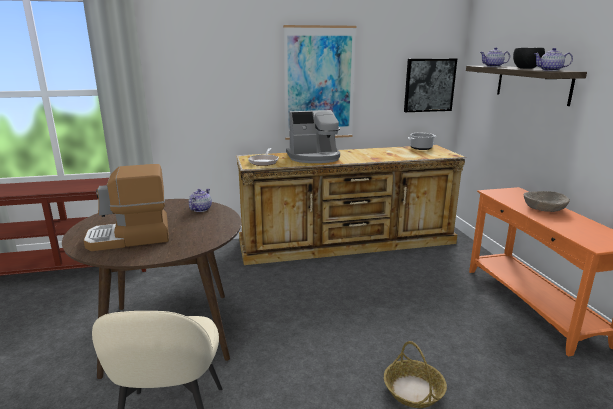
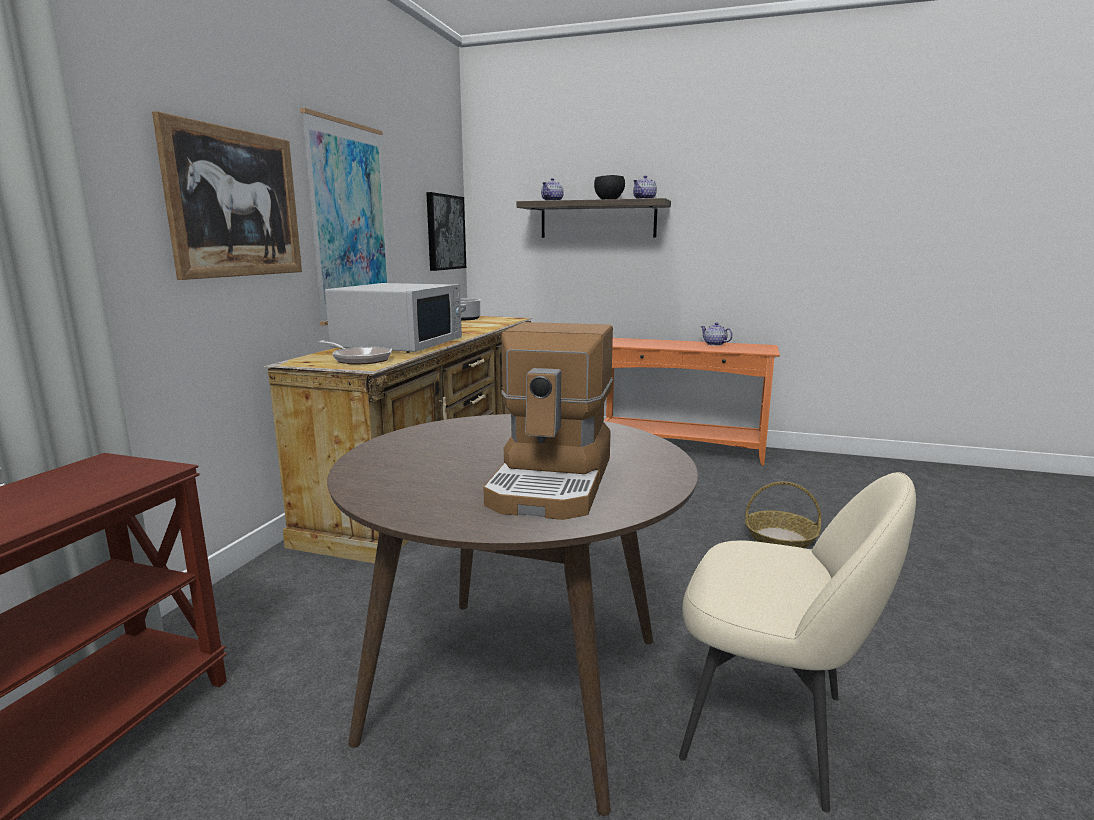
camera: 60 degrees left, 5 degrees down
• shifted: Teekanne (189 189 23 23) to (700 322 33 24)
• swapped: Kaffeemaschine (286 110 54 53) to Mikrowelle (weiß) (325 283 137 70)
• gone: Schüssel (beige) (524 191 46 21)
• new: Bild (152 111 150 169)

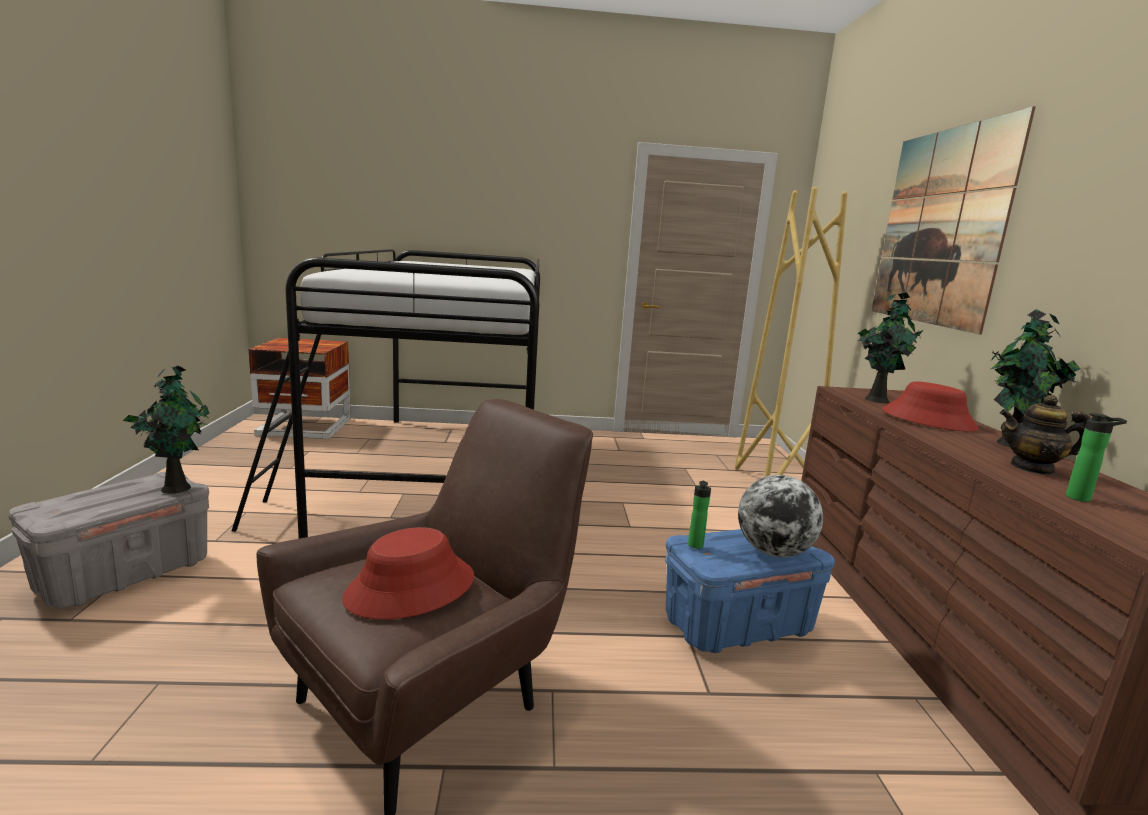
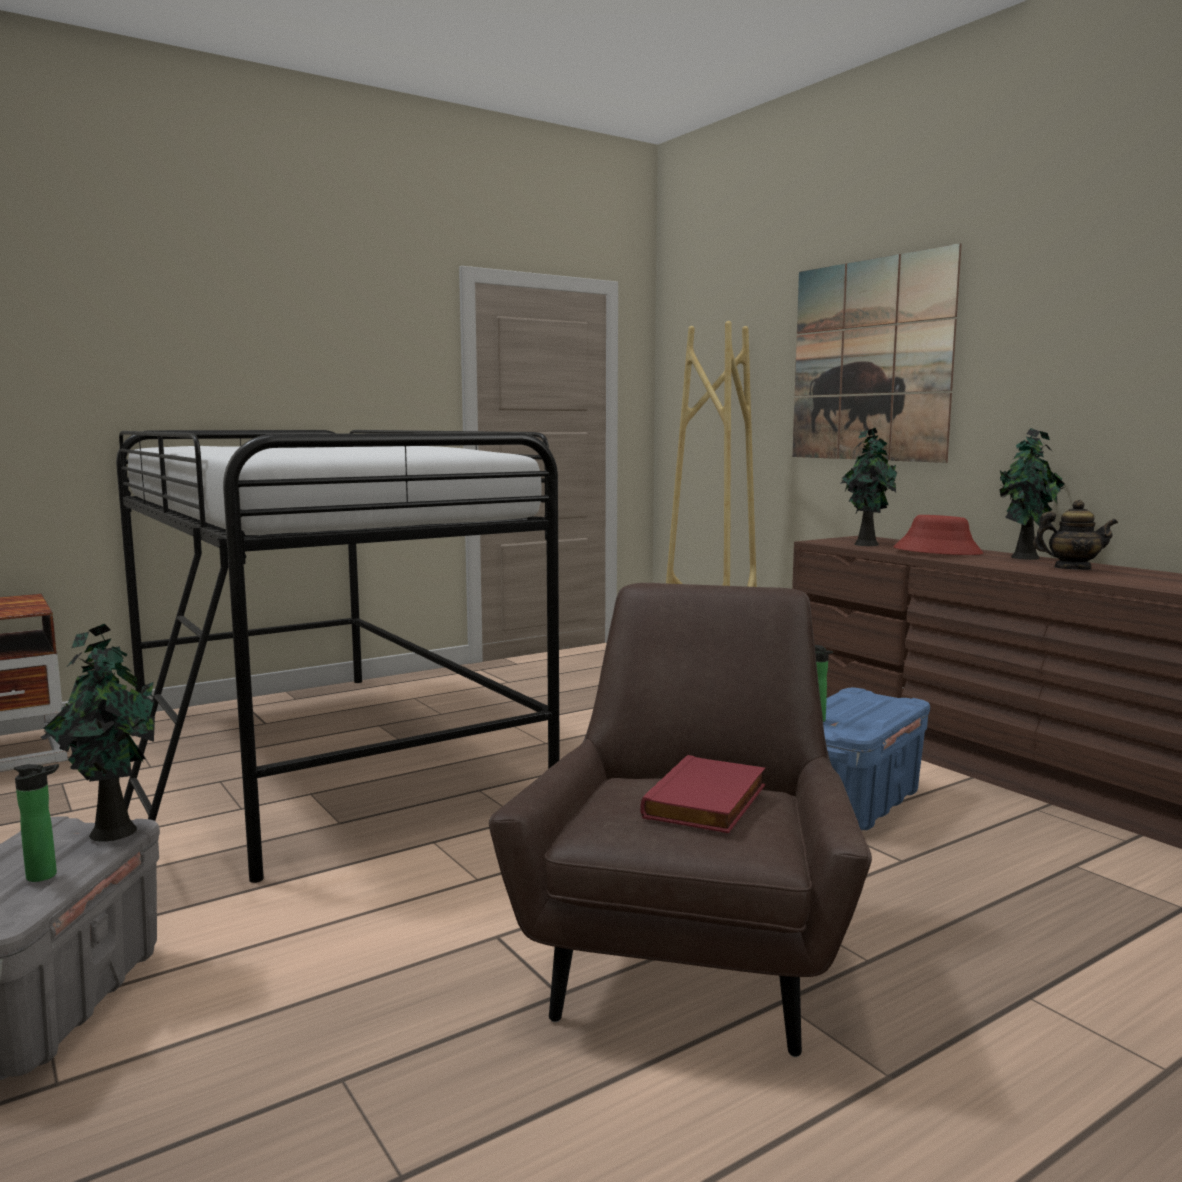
camera: 30 degrees left, 5 degrees down
• swapped: Hut (rot) (342 527 132 92) to Buch (rot) (640 755 125 78)
• gone: Globus (738 475 85 82)
• rotated: Teekanne (999 395 92 80) = (1033 500 85 70) 150 degrees counterclockwise
• shifted: Flasche (1066 413 61 89) to (14 764 45 118)

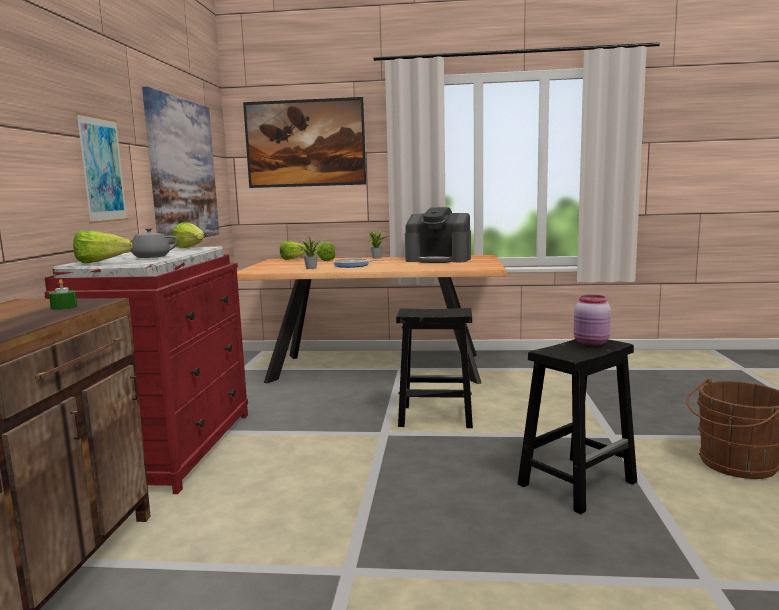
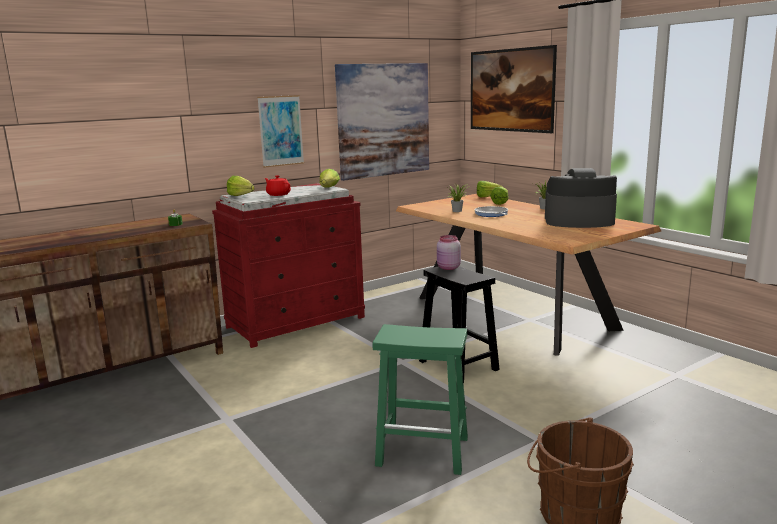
camera: 50 degrees right, 5 degrees up
• repainted: Teekanne (grau) (117 228 62 30) to Teekanne (rot) (265 175 26 21)
• rotated: Kaffeemaschine (405 207 66 56) = (545 168 72 60) 120 degrees clockwise
• repainted: Hocker (schwarz) (517 339 120 175) to Hocker (grün) (373 324 95 151)
• shifted: Vorratsglas (rosa) (573 295 38 51) to (437 235 24 35)

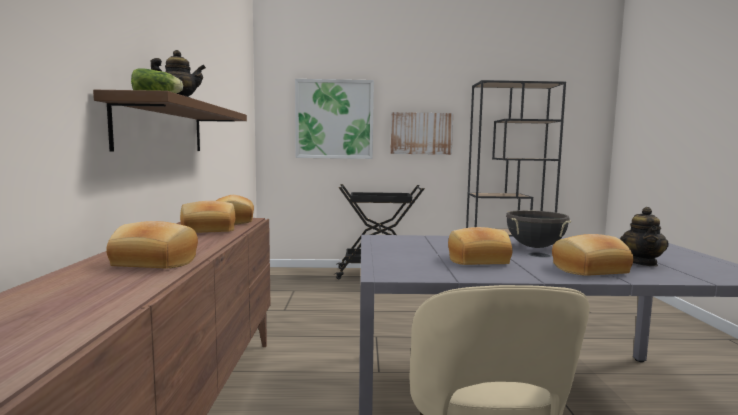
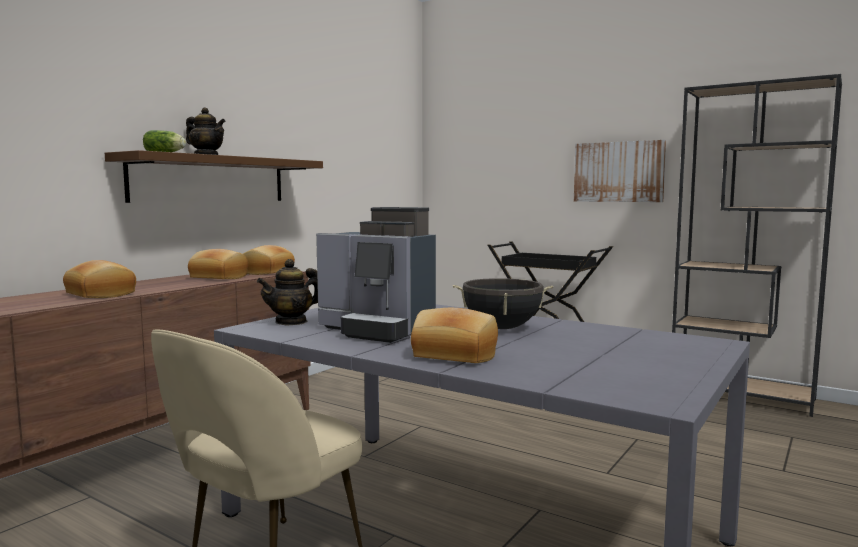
camera: 35 degrees right, 0 degrees up
• gone: Bild (295 79 79 80)
• swapped: Brot (448 227 64 38) to Kaffeemaschine (316 207 120 136)
• shifted: Teekanne (620 207 49 59) to (257 259 61 67)

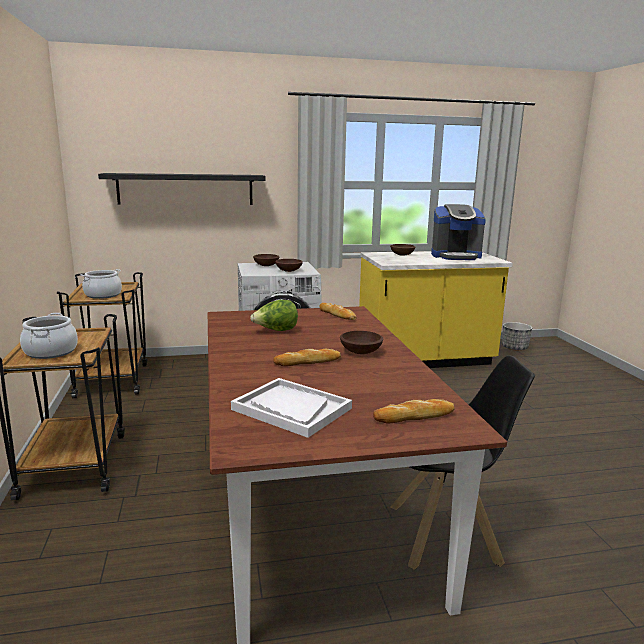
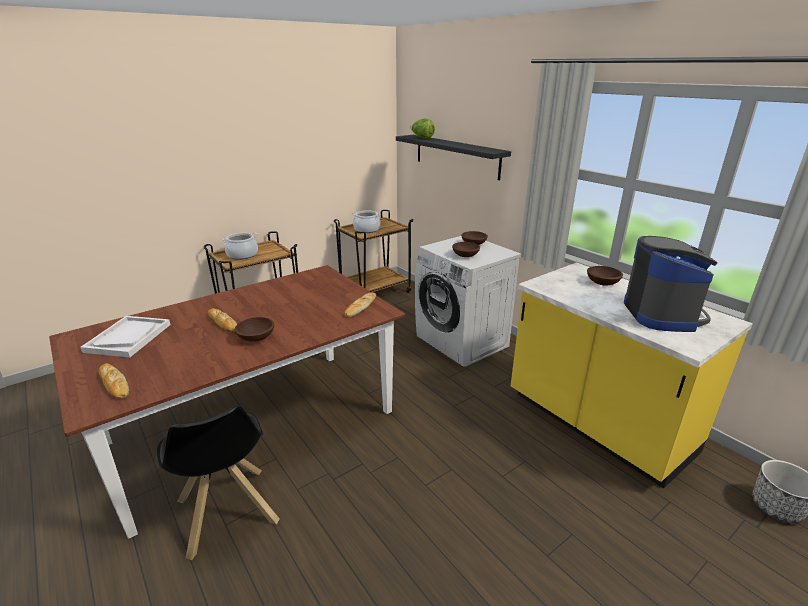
camera: 65 degrees right, 10 degrees up
• shifted: Salatkopf (250 300 48 31) to (410 119 25 20)
• rotated: Kaffeemaschine (431 204 55 56) = (624 236 93 96) 150 degrees counterclockwise

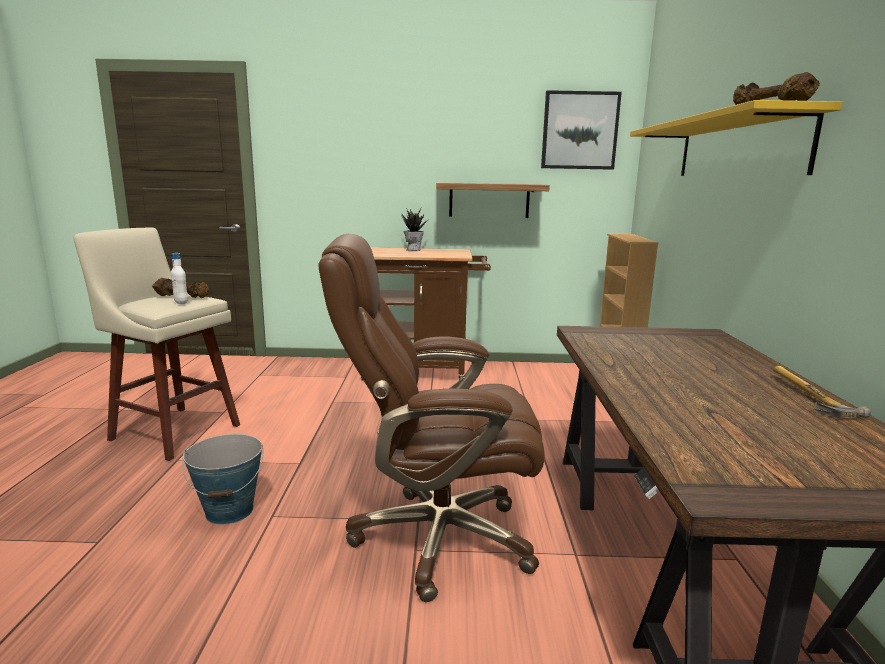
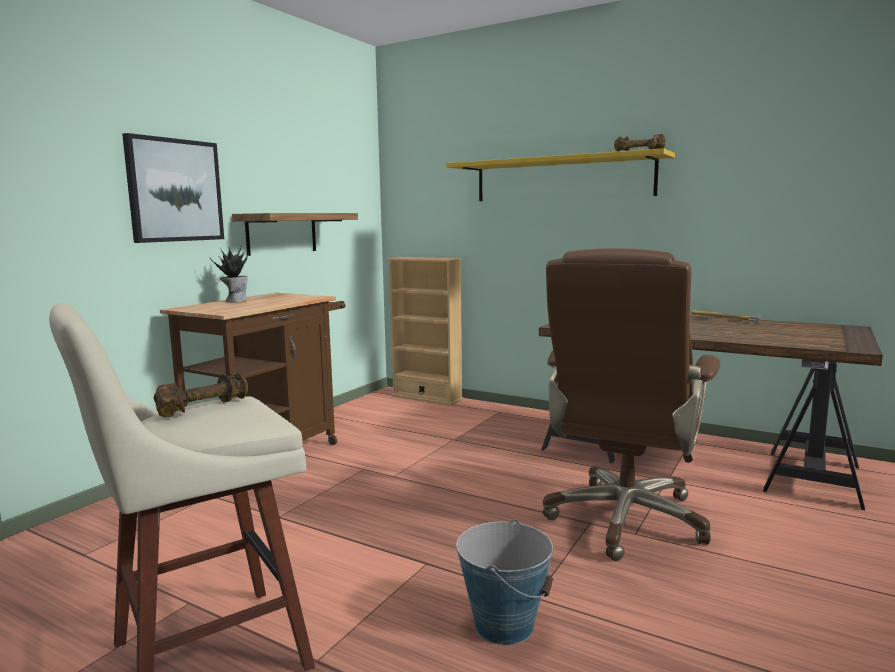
camera: 60 degrees left, 5 degrees down
• gone: Flasche (weiß) (171 253 17 51)
• shifted: Bild (541 90 81 80) to (122 133 102 110)

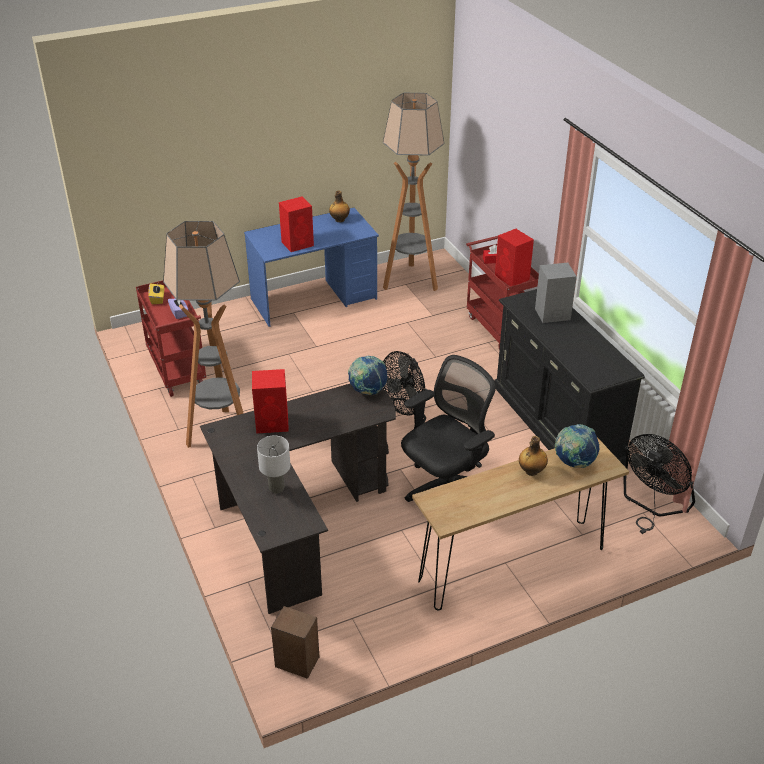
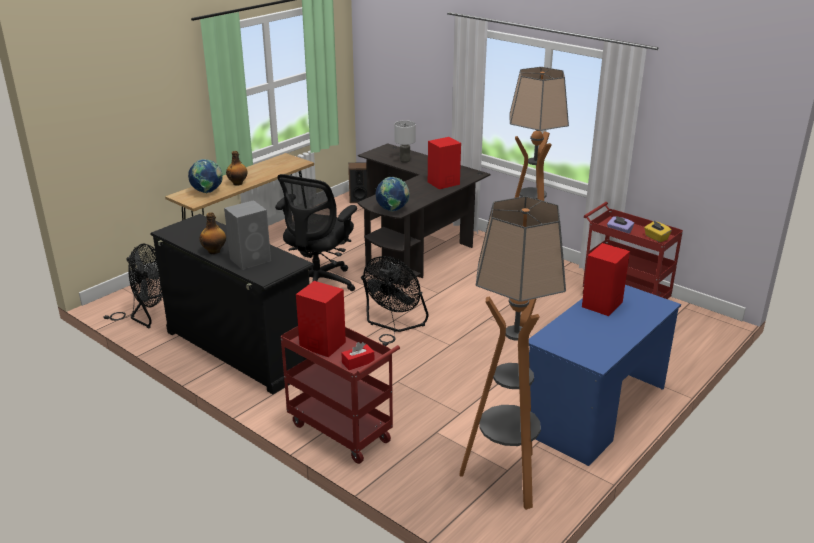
camera: 155 degrees right, 10 degrees down
• shifted: Flasche (329 190 21 32) to (199 212 27 42)
• rotated: Ventilator (schwarz) (623 434 72 100) = (104 244 59 85) 105 degrees counterclockwise

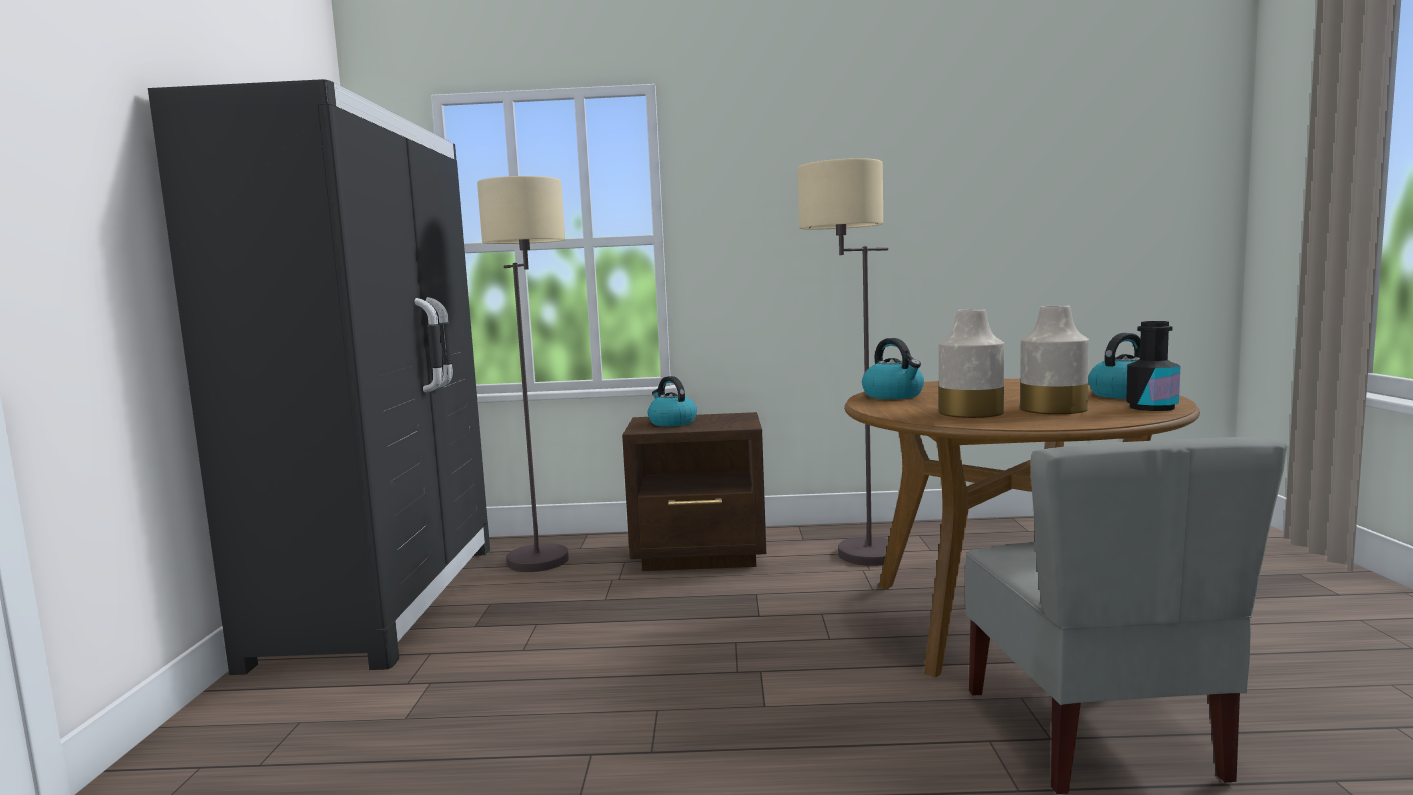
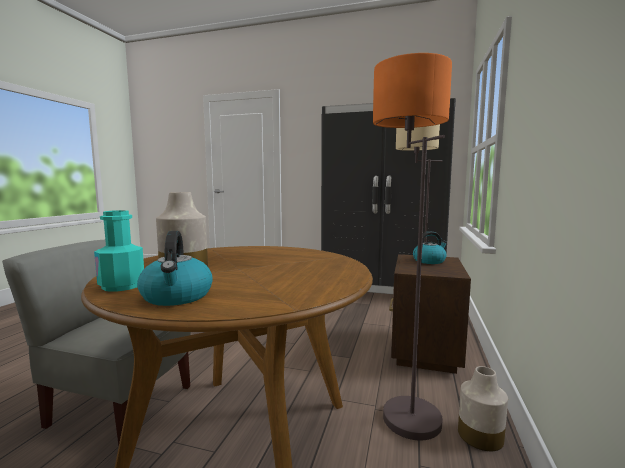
camera: 105 degrees right, 0 degrees up
• repainted: Stehlampe (beige) (798 158 91 408) to Stehlampe (orange) (373 53 79 387)
• gone: Wasserkessel (862 338 62 61)
• shifted: Vase (beige) (939 309 65 109) to (458 366 50 85)
• repainted: Flasche (schwarz) (1126 321 54 90) to Flasche (türkis) (94 210 50 82)

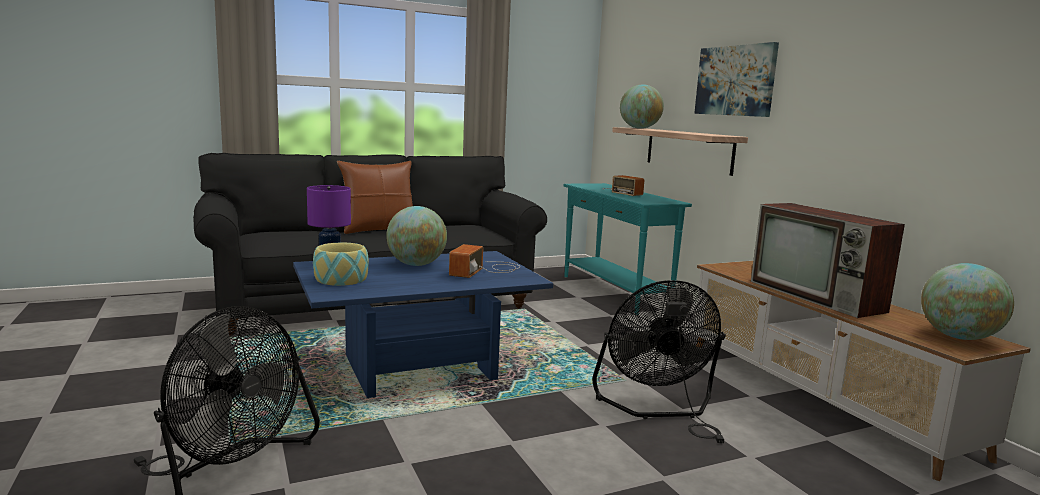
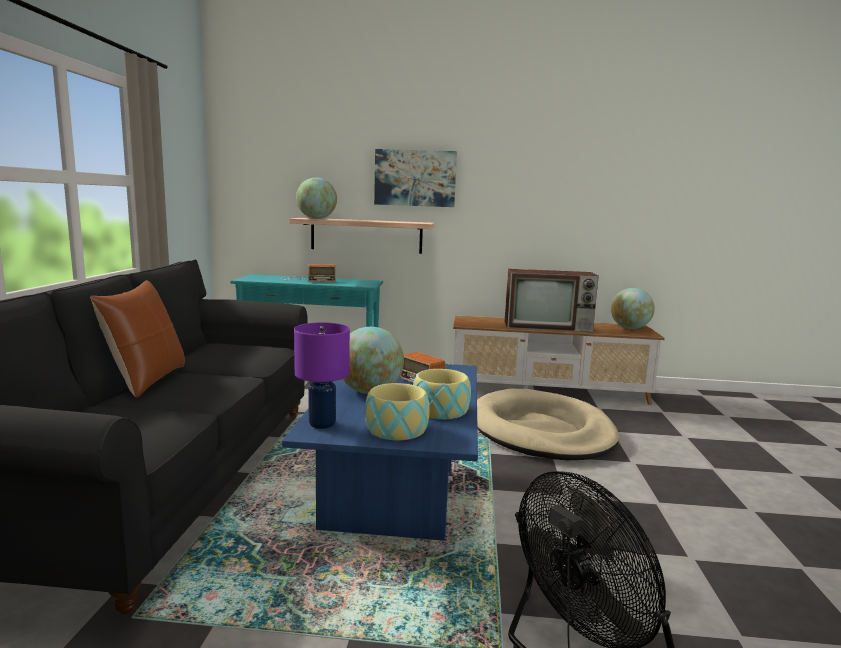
camera: 60 degrees left, 0 degrees up
• swapped: Ventilator (schwarz) (593 280 133 163) to Hundebett (beige) (477 389 142 71)
• new: Schüssel (413 369 58 50)

